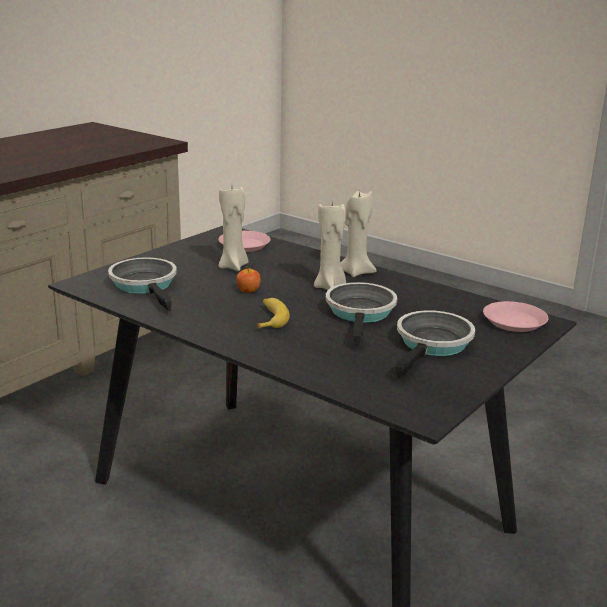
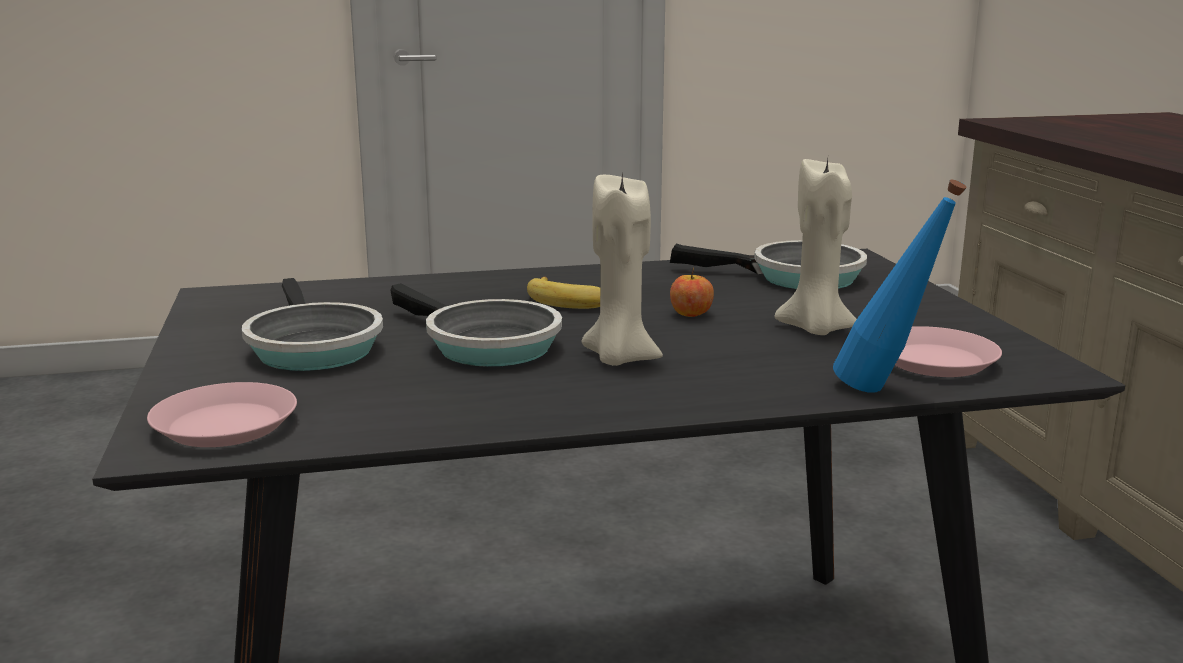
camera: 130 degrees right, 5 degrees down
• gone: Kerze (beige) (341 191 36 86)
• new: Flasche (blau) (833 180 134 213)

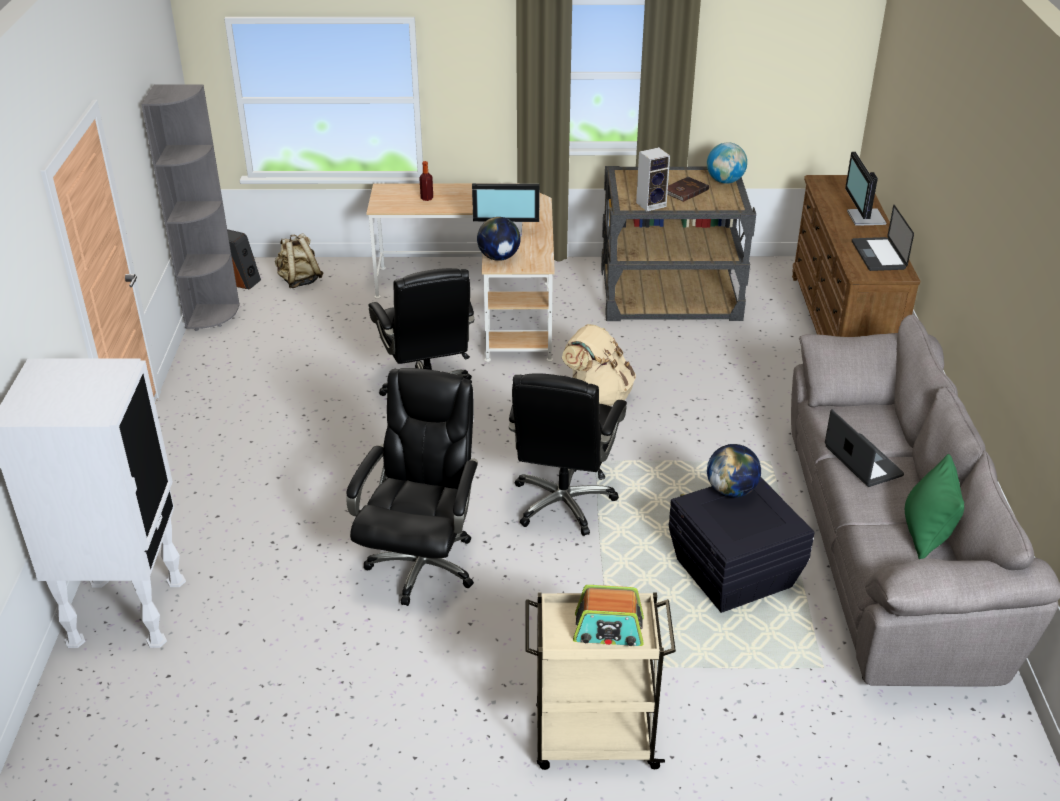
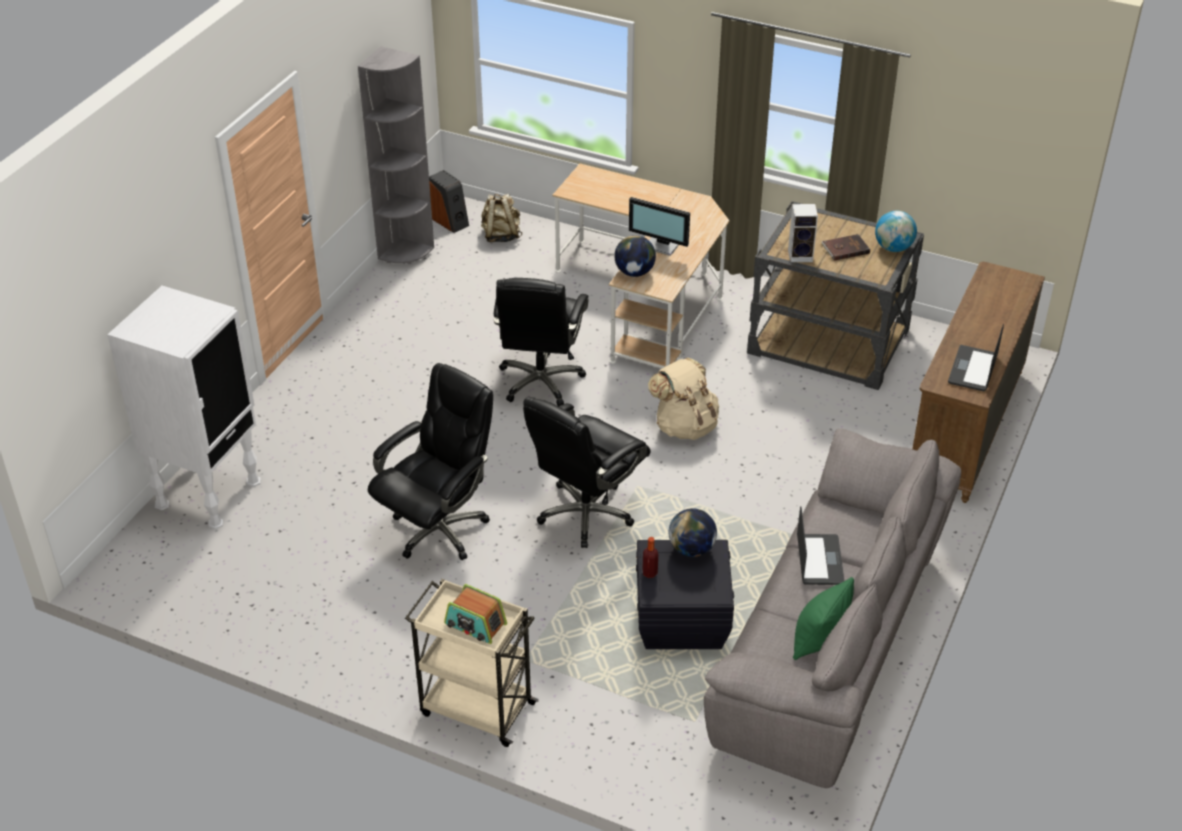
camera: 25 degrees right, 5 degrees up
• shifted: Flasche (419 161 14 40) to (642 537 16 41)
• gone: Monitor (845 152 41 74)

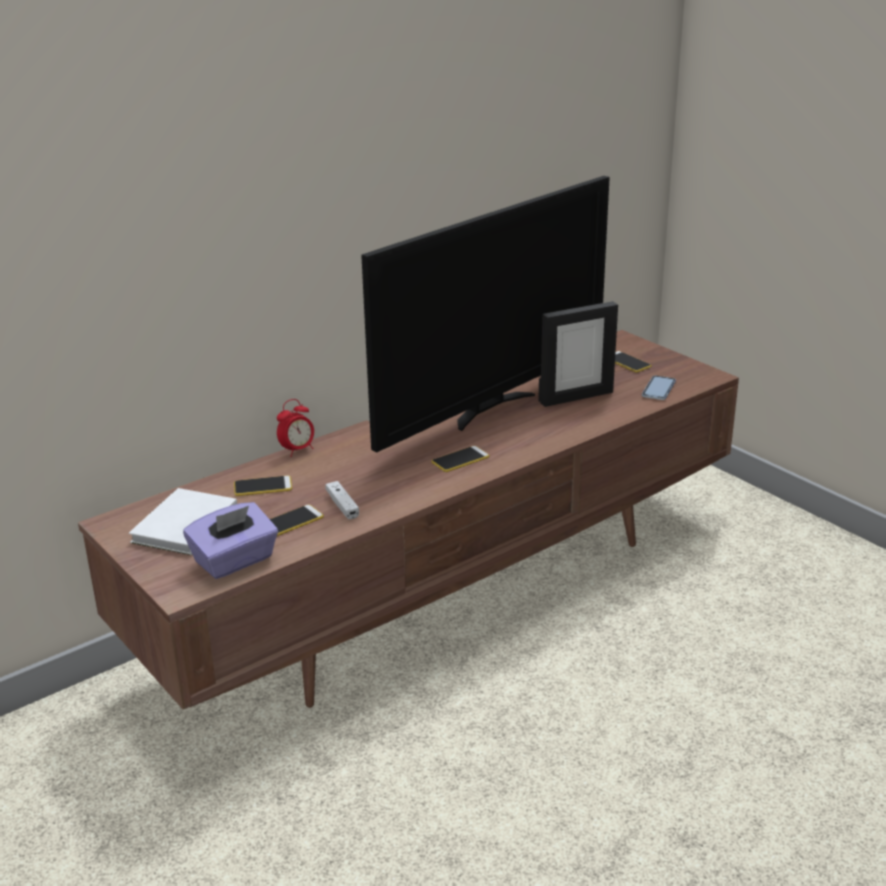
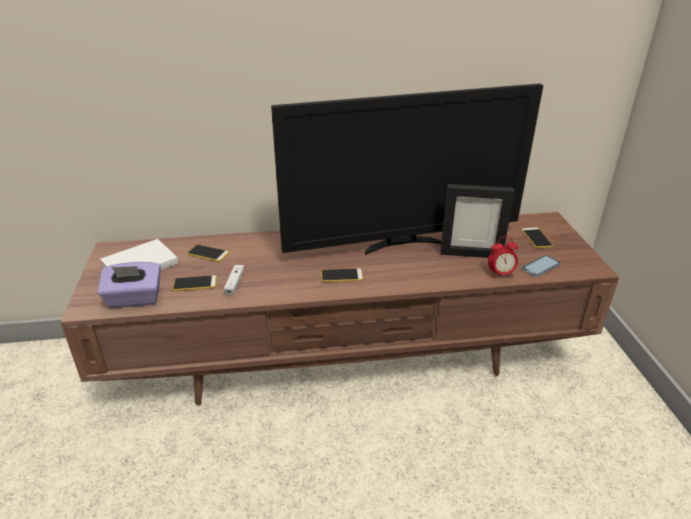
camera: 30 degrees right, 5 degrees up
• shifted: Wecker (277 399 37 58) to (488 236 30 42)

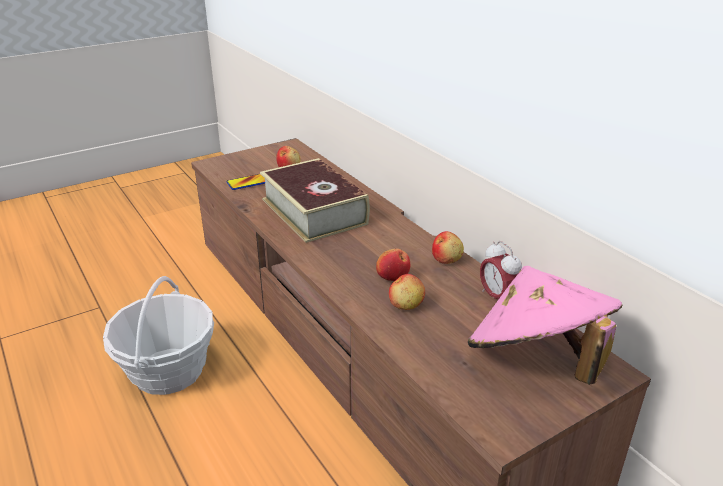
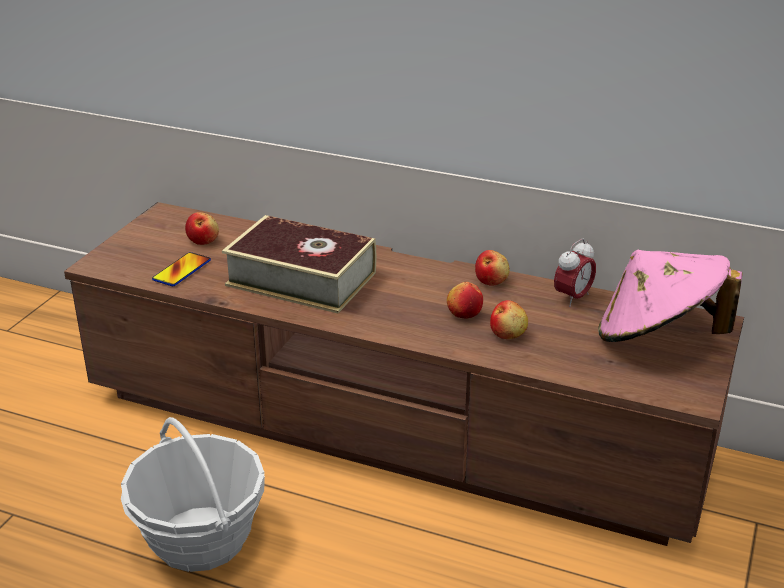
camera: 35 degrees left, 0 degrees up
• rotated: Wecker (480 241 42 58) = (554 239 42 68) 75 degrees counterclockwise

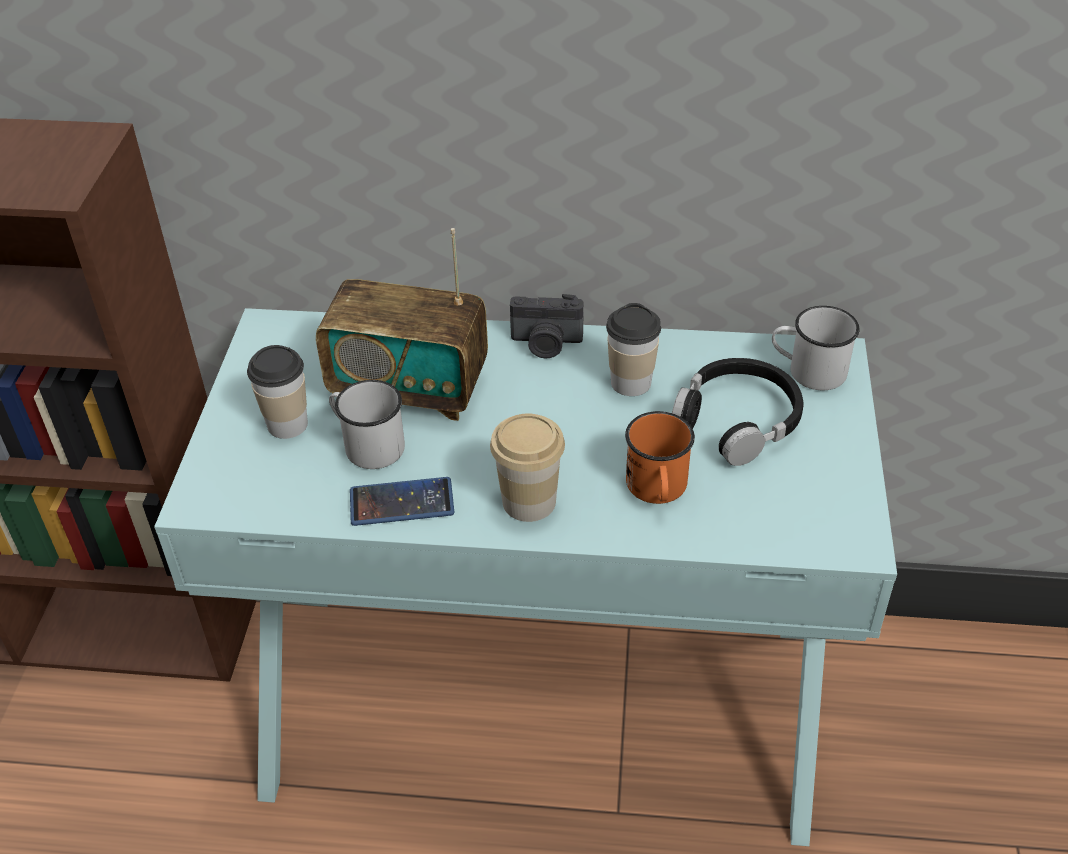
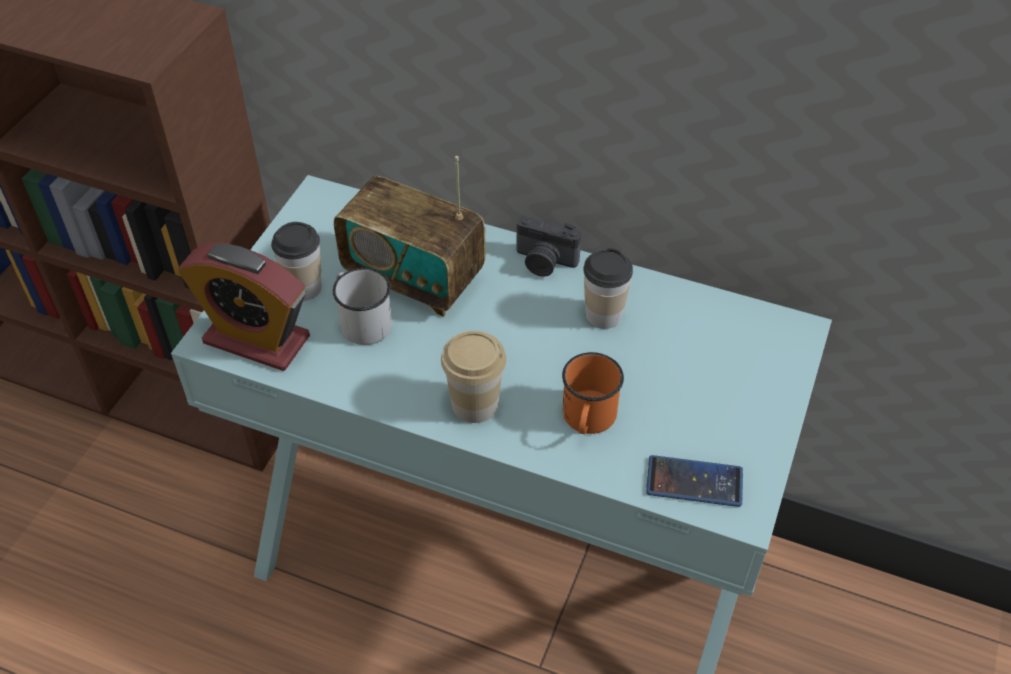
camera: 15 degrees right, 5 degrees up
• shifted: Handy (350 477 104 49) to (646 455 97 52)
• gone: Kopfhörer (schwarz) (672 358 131 108)
• gone: Henkelbecher (weiß) (772 306 88 84)
• new: Wecker (178 243 132 128)

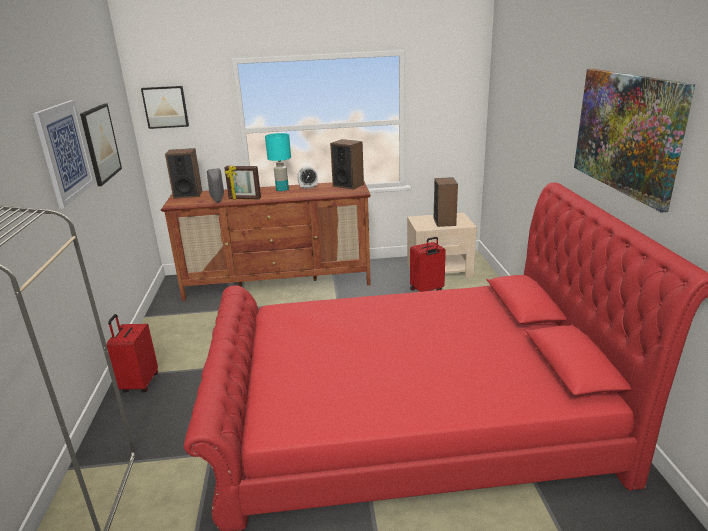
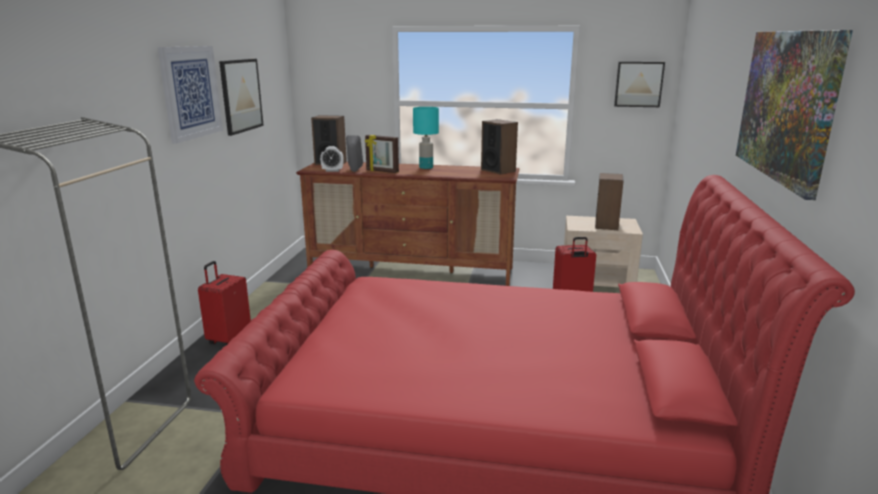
camera: 15 degrees right, 5 degrees down
• shifted: Bild (141 86 48 43) to (614 62 51 45)
• shifted: Wecker (297 166 21 23) to (320 146 23 26)

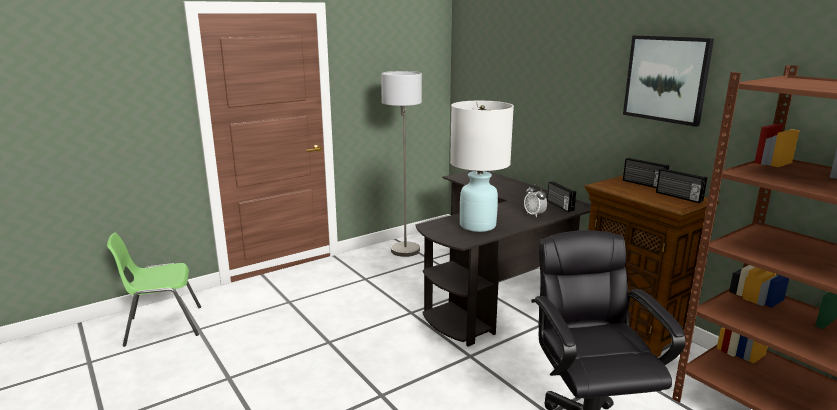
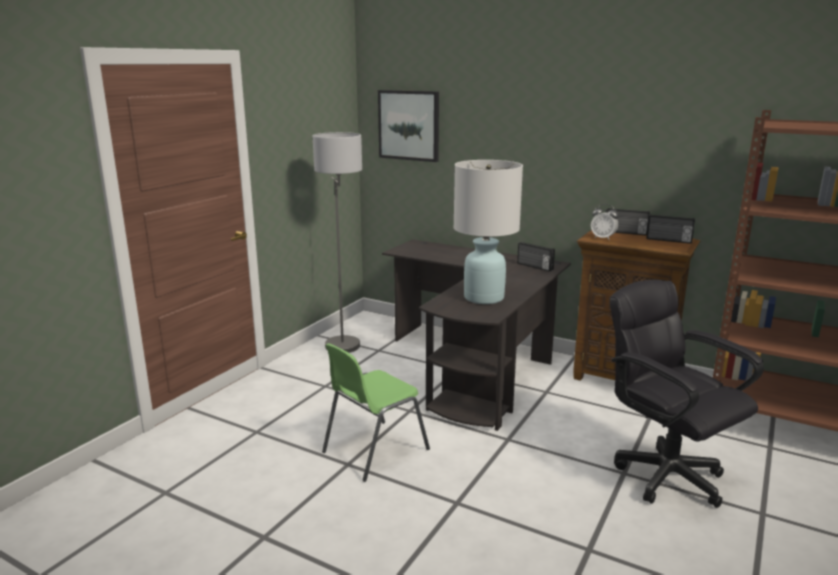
camera: 25 degrees left, 0 degrees up
• shifted: Stuhl (grün) (107 233 94 114) to (322 343 108 139)
• shifted: Wecker (524 185 23 32) to (591 204 28 36)
• shifted: Bild (623 35 91 92) to (378 90 61 72)

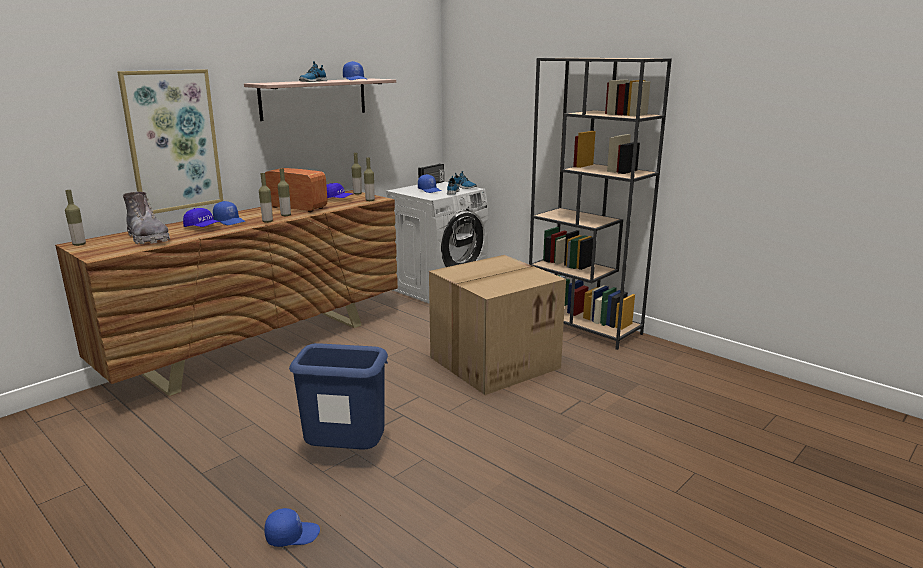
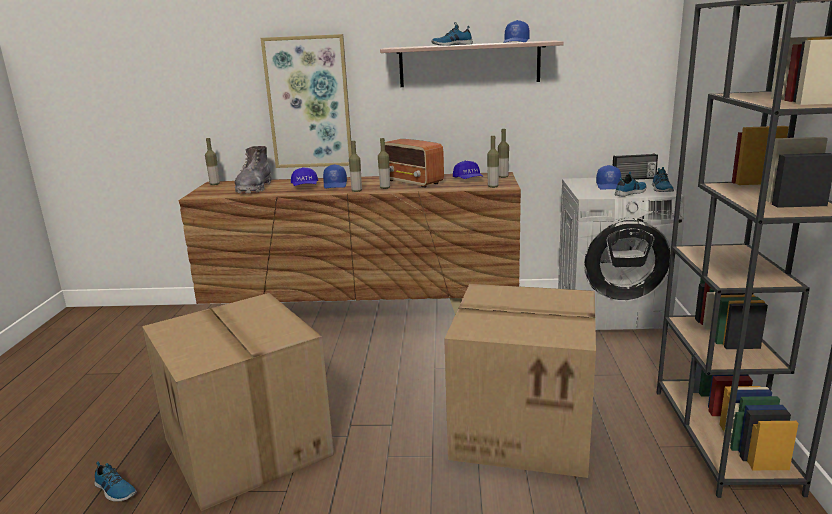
camera: 50 degrees right, 0 degrees up
• swapped: Kappe (blau) (264 508 56 39) to Schuh (94 461 43 41)
• rotated: Radio (265 168 63 44) = (385 139 59 49) 150 degrees clockwise
• swapped: Mülleimer (blau) (289 343 99 107) to Karton (142 293 192 218)

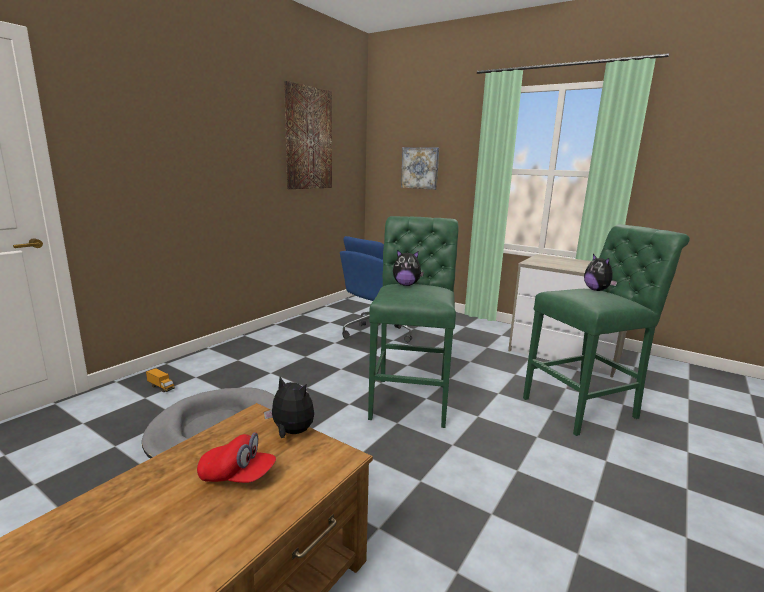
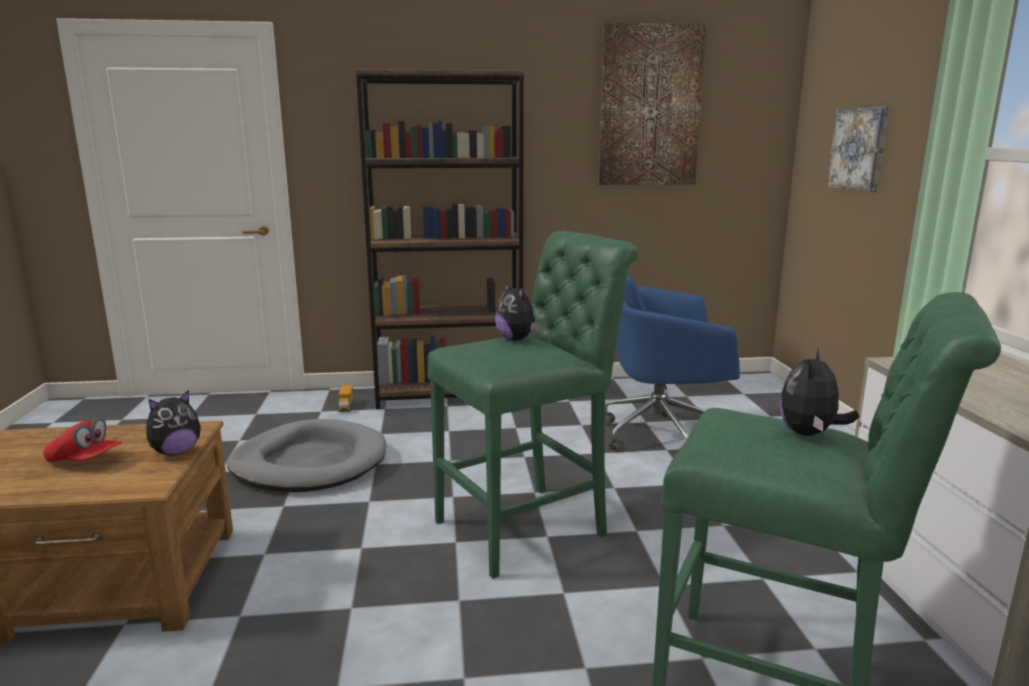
camera: 50 degrees right, 0 degrees up
• rotated: Kappe (rot) (197 432 79 51) = (43 417 79 46) 45 degrees counterclockwise
• rotated: Plüschtier (264 377 50 61) = (146 390 55 66) 60 degrees clockwise
• new: Bücherregal (braun) (355 69 170 340)

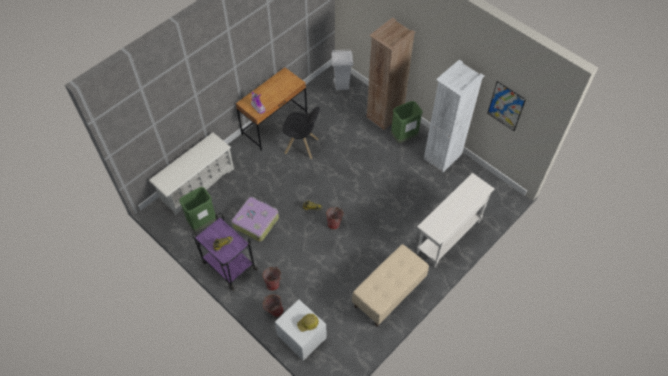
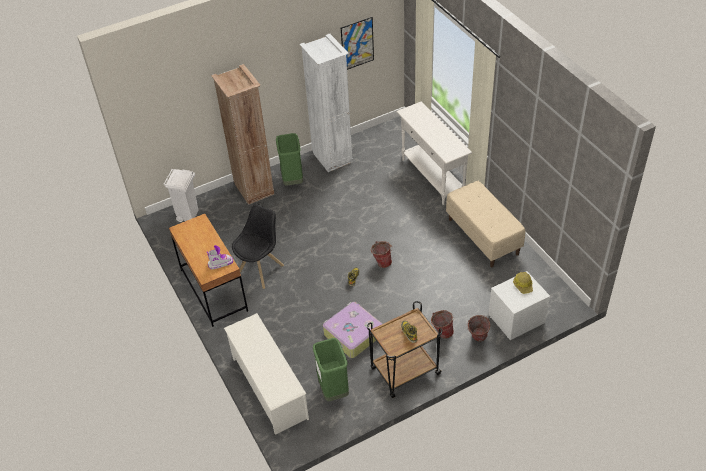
camera: 70 degrees left, 10 degrees down
• repainted: Rollwagen (lila) (192 213 65 78) to Rollwagen (braun) (367 301 75 97)

